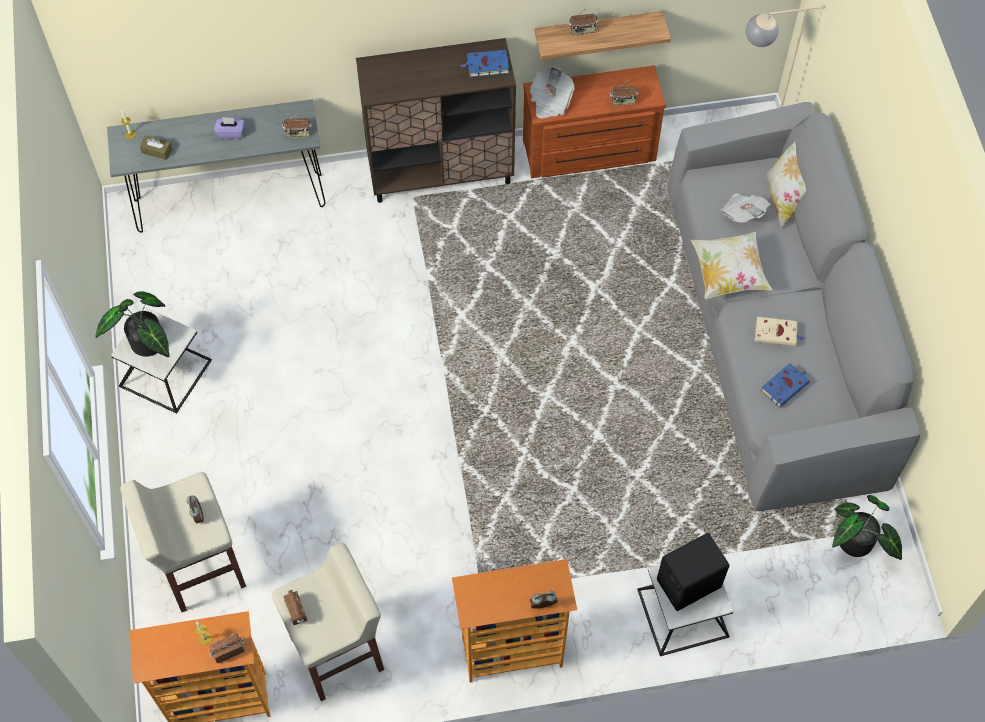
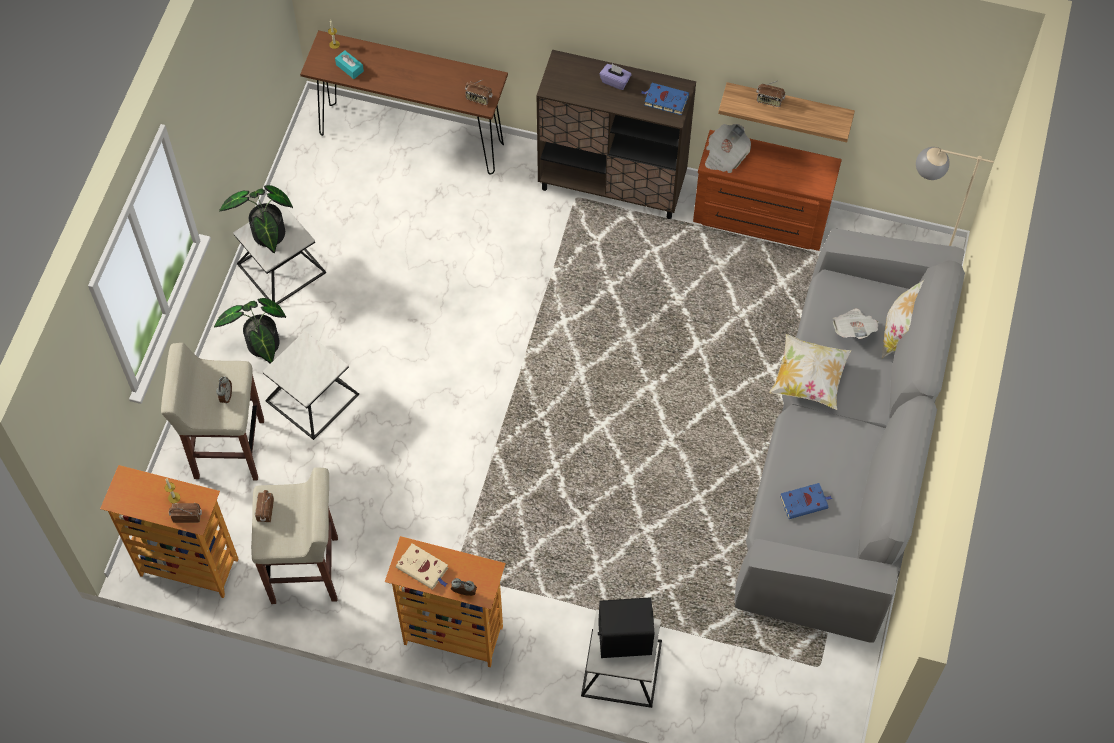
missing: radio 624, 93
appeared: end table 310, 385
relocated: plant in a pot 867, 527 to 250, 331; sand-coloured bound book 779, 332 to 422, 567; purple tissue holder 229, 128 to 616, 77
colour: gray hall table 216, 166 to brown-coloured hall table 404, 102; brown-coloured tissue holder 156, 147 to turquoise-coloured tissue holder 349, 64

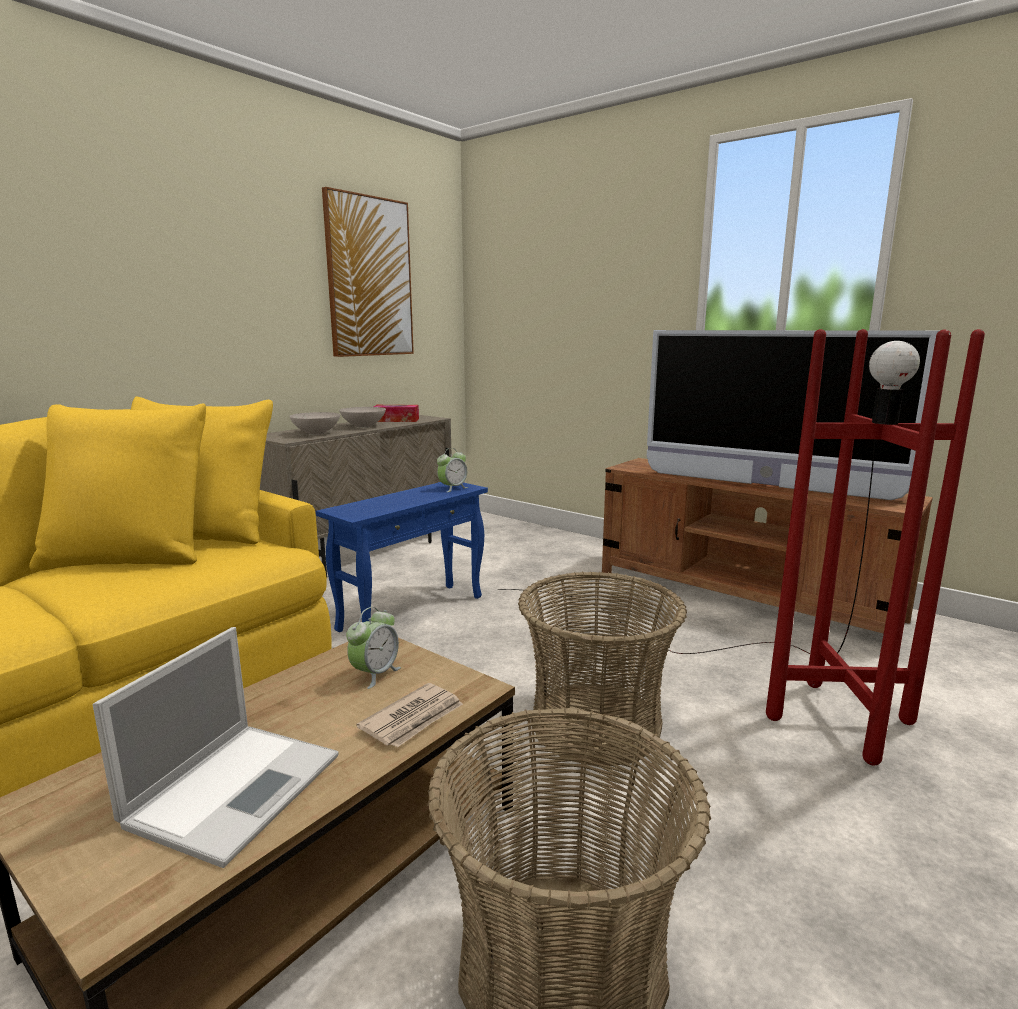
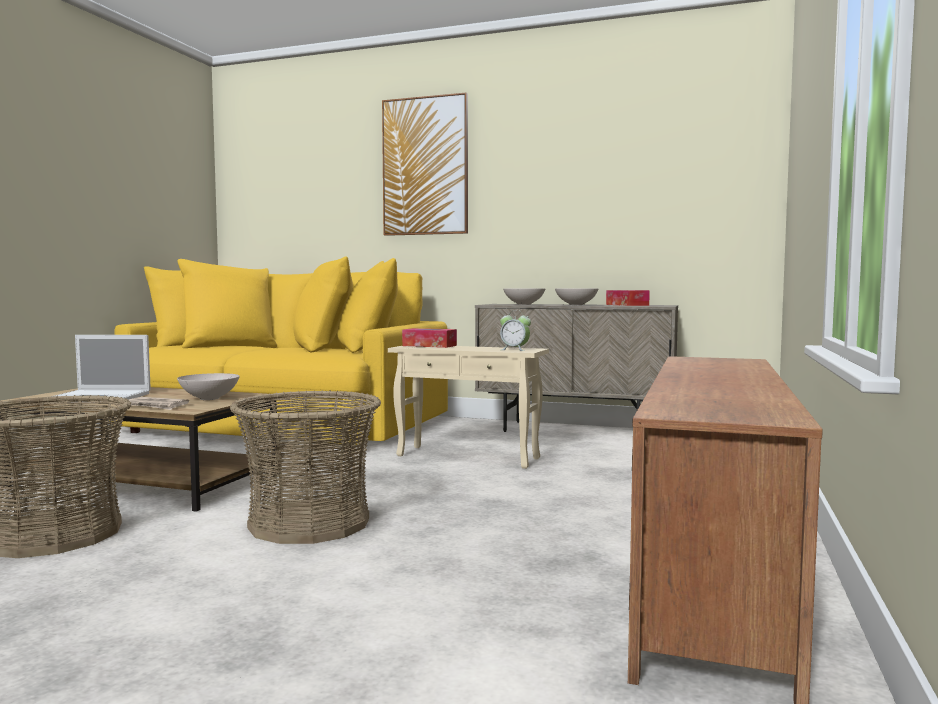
missing: reddish standing lamp 741, 547; television 793, 415
appeared: tissue holder 429, 338
relocated: picture 368, 272 to 425, 164
exchanged: alarm clock 373, 648 to white-coloured deep dish 208, 386
colour: bluish end table 402, 557 to sand-coloured end table 468, 407

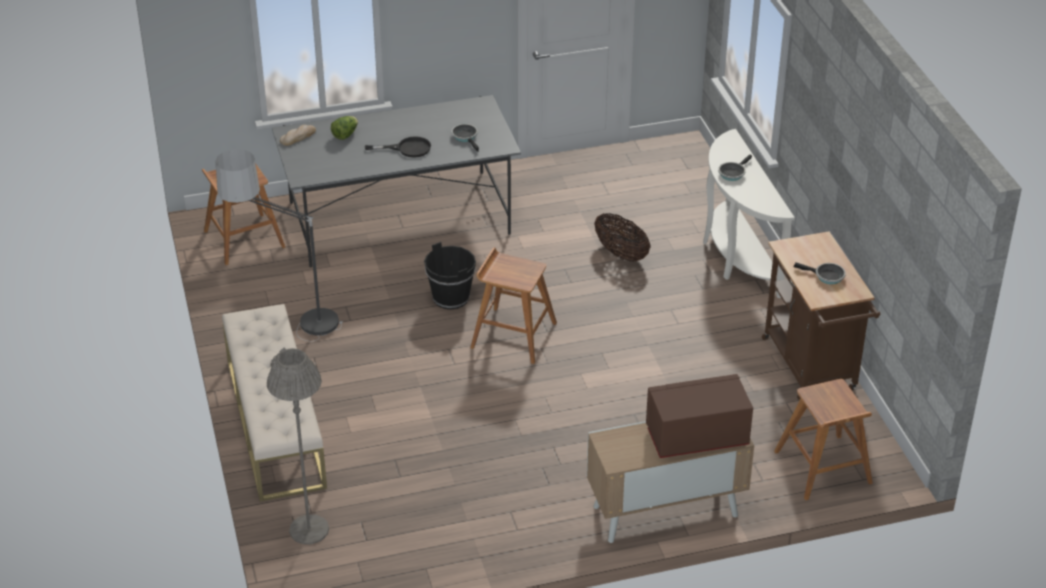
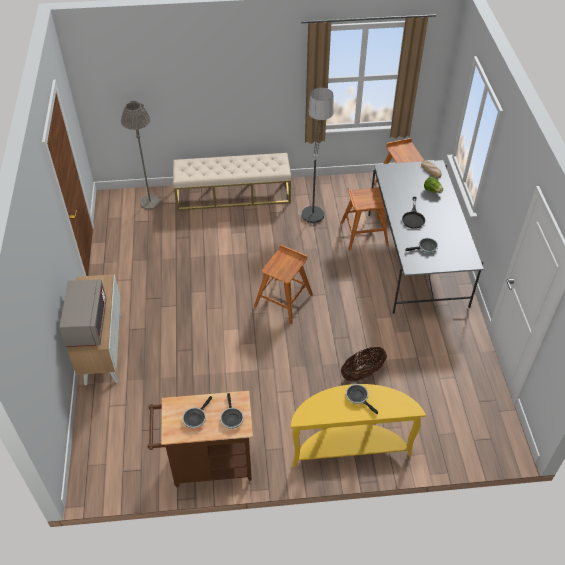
missing: black-coloured pail 450, 275
appeared: pan 232, 411
relocated: brown-coloured stool 823, 439 to 365, 219
colour: brown-coloured microwave oven 699, 416 to gray microwave oven 83, 313; white-coloured hall table 749, 213 to yellowish hall table 358, 425

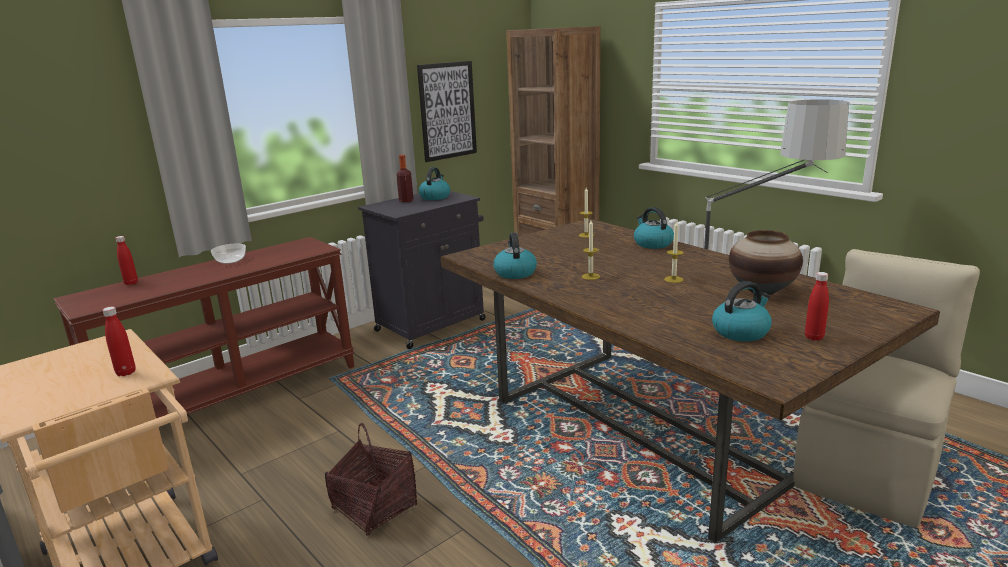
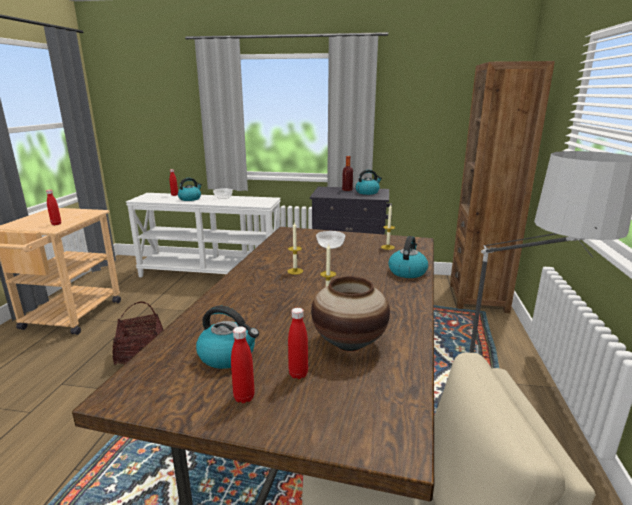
missing: picture 447, 111
appeared: reddish drink bottle 298, 343; deep dish 330, 240
relocated: water kettle 515, 256 to 190, 189
colour: brown-coloured hall table 203, 327 to white-coloured hall table 203, 235

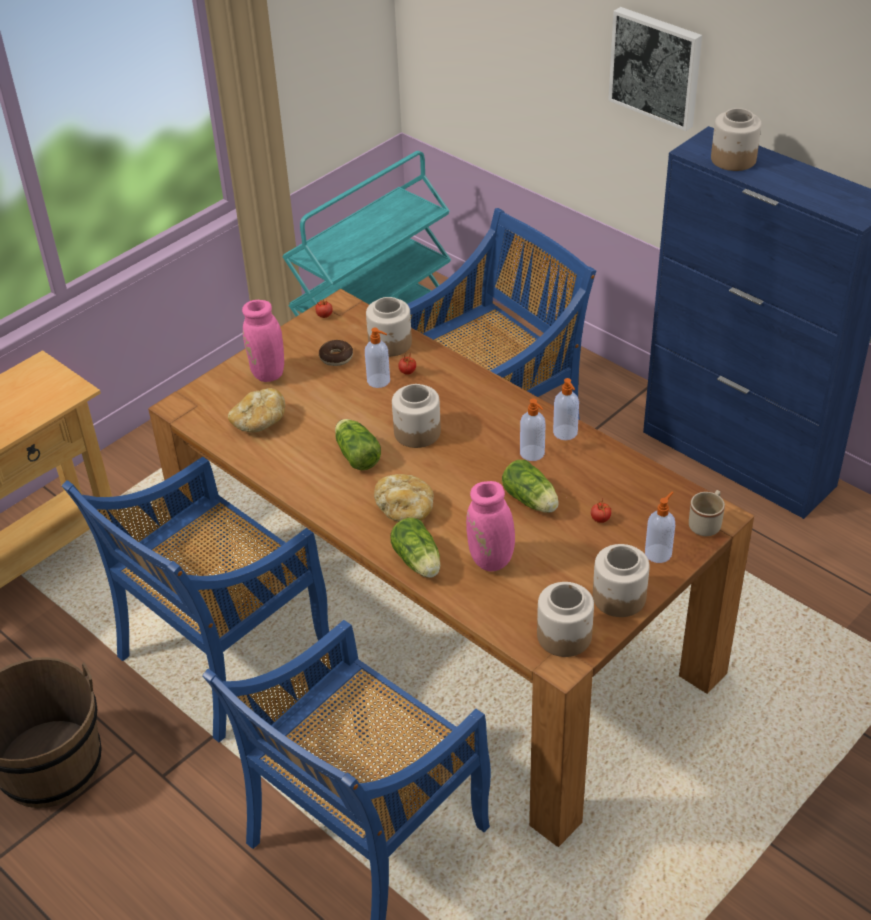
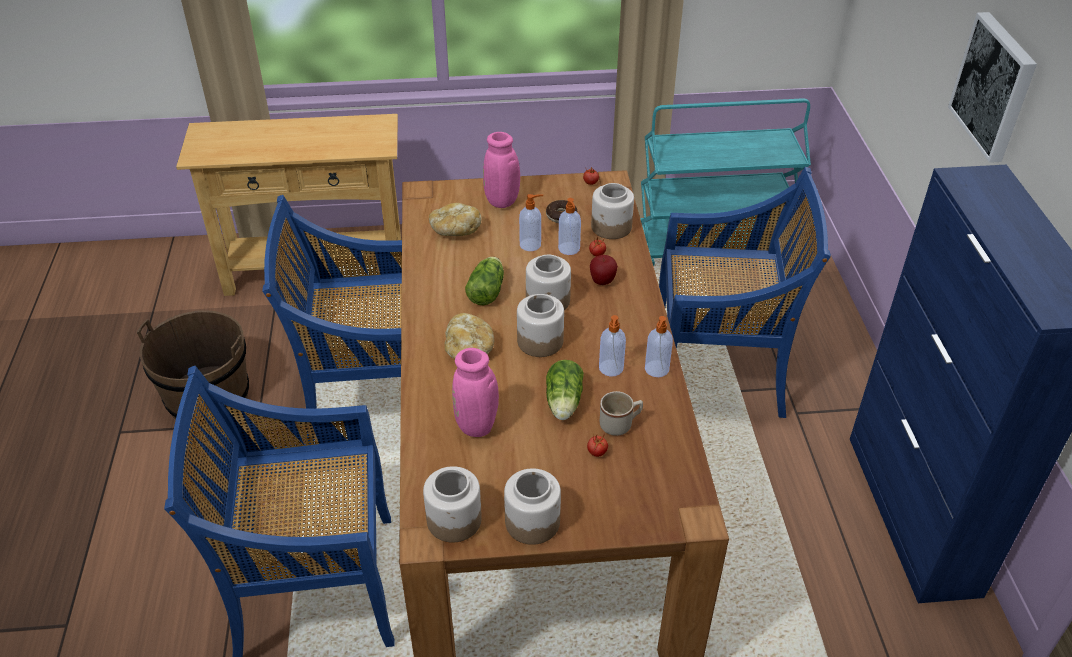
missing: lettuce head 415, 548
appeared: whole apple 604, 270
relocated: preserve jar 736, 139 to 540, 325; liquid soap bottle 660, 527 to 531, 222; sand-coloured tea mug 707, 513 to 621, 413

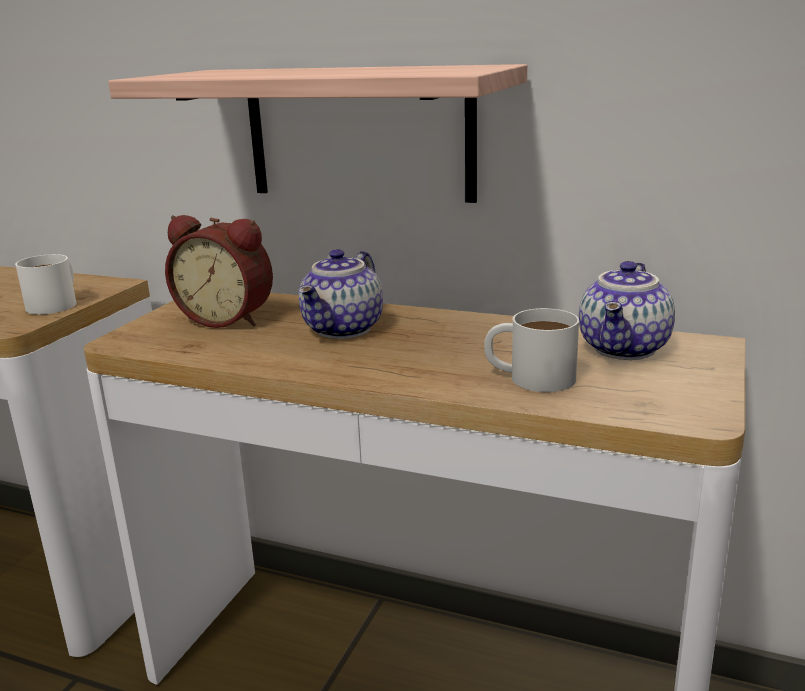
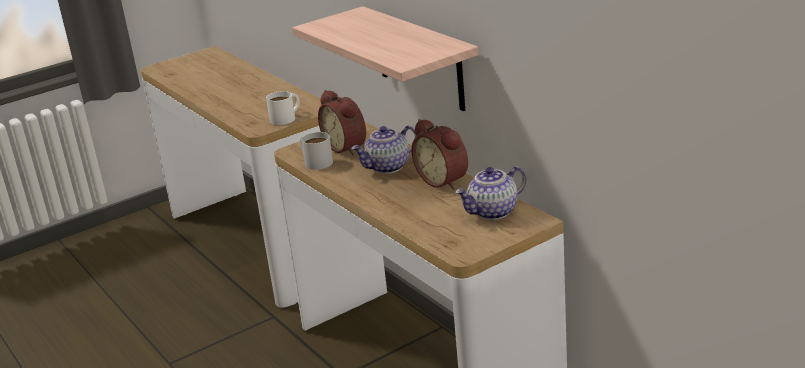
appeared: alarm clock 439, 154
relocated: white-coloured tea mug 531, 350 to 316, 151

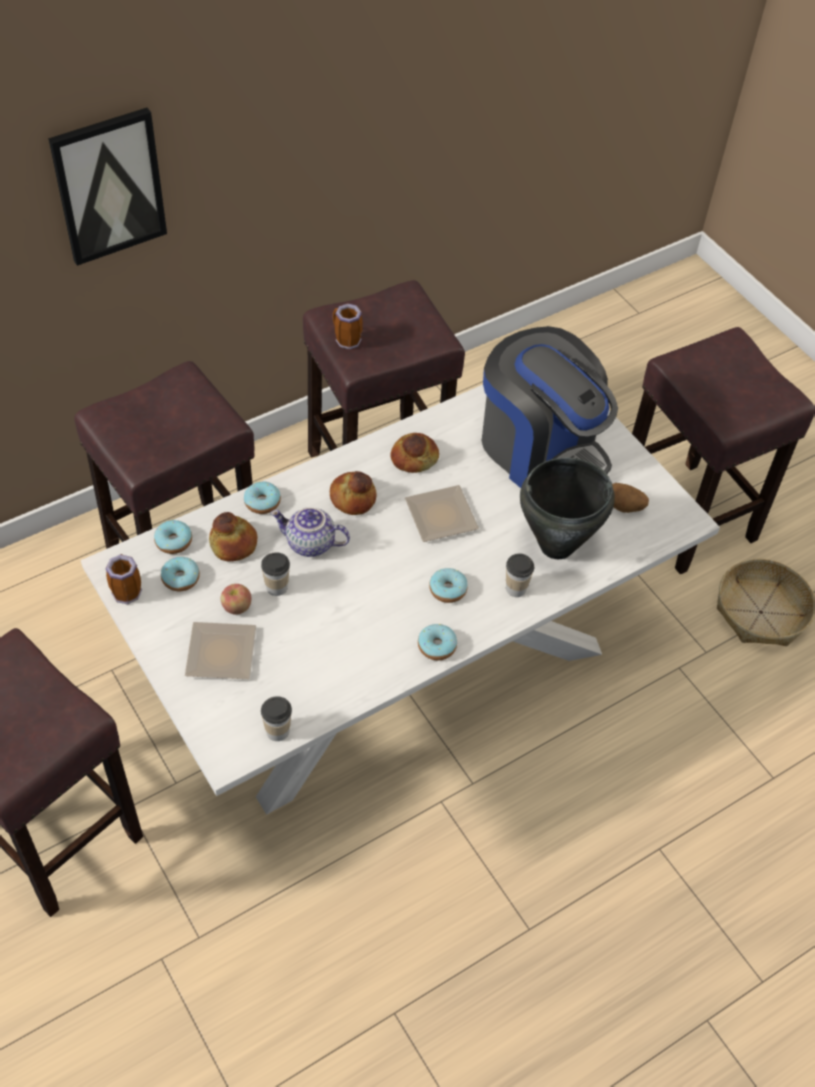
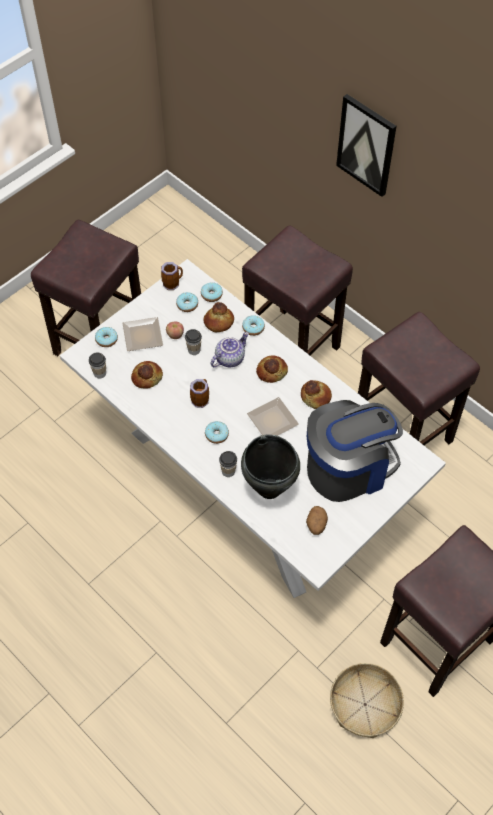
appeared: bakery bread 147, 375
relocated: ring doughnut 437, 642 to 106, 337; tea mug 347, 326 to 199, 393
spun: tea pot 310, 532 = 230, 349 45 degrees clockwise; coffee brewer 550, 407 = 355, 451 150 degrees counterclockwise

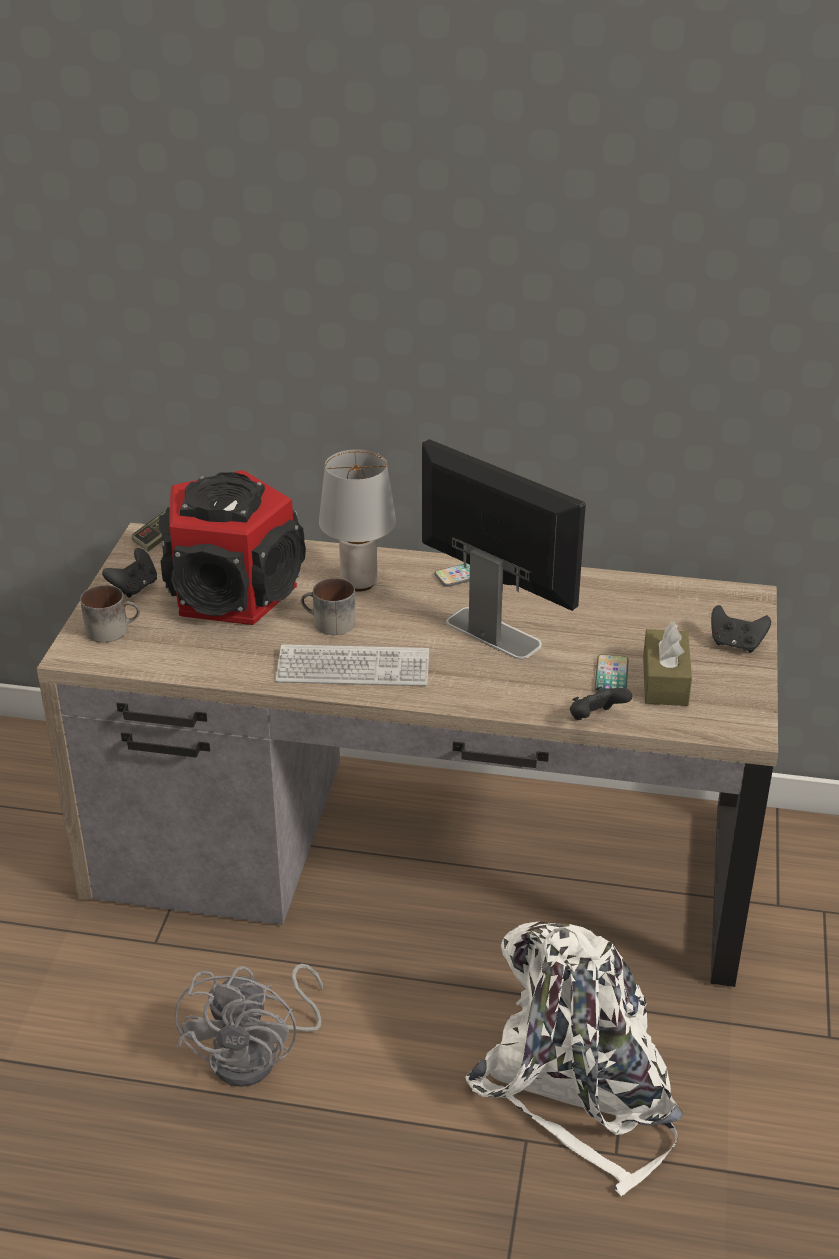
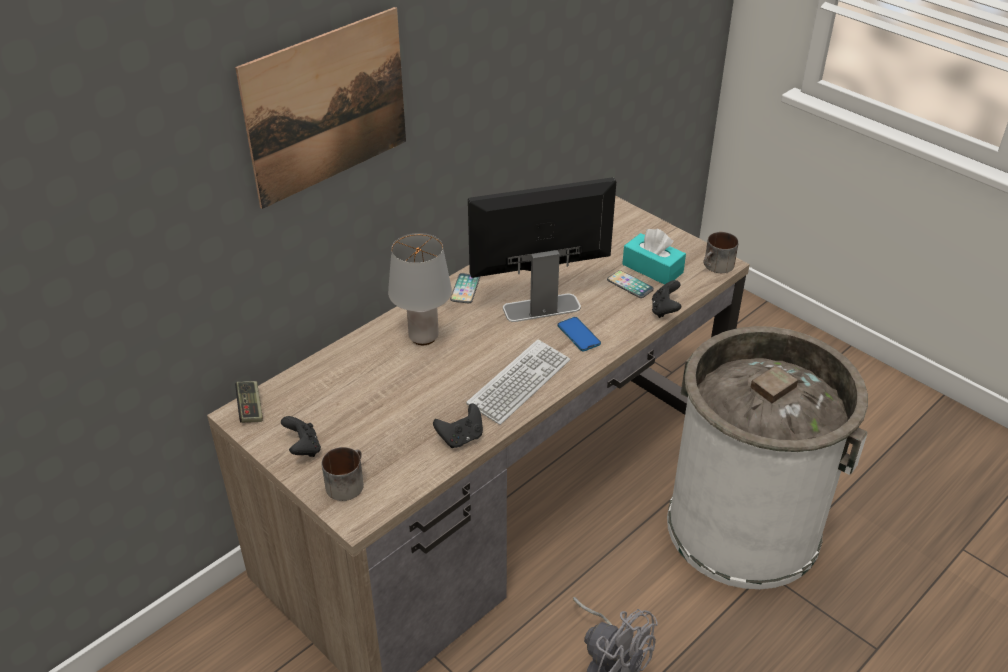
missing: speaker 232, 547
appeared: picture 320, 108; telephone 579, 334
relocated: black-coloured game controller 741, 628 to 458, 425; tea mug 328, 606 to 721, 252
exchanged: white-coloured backpack 574, 1058 to white-coloured waste bin 767, 457
colour: brown-coloured tissue holder 667, 664 to turquoise-coloured tissue holder 654, 257

